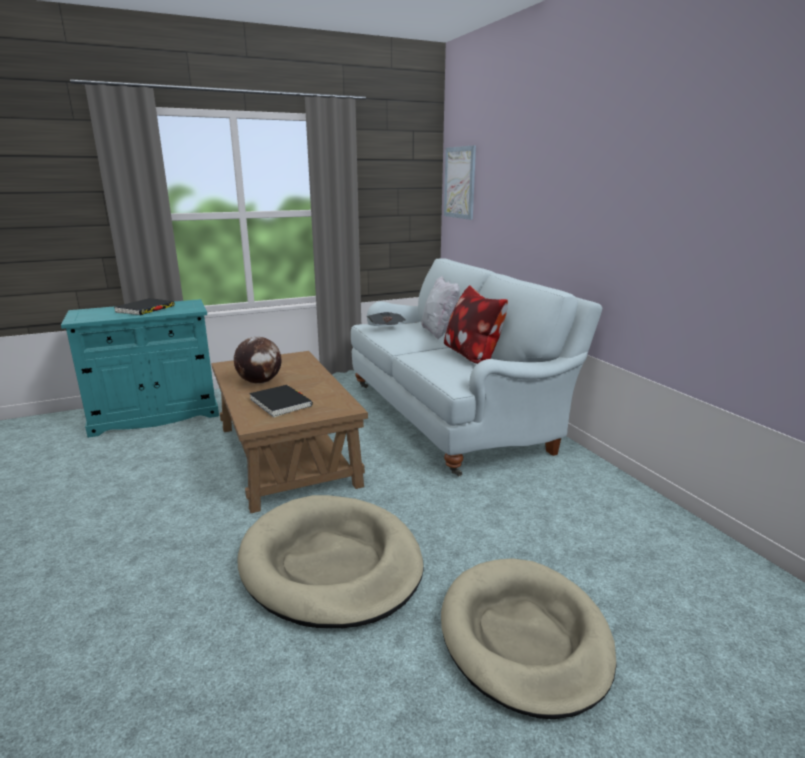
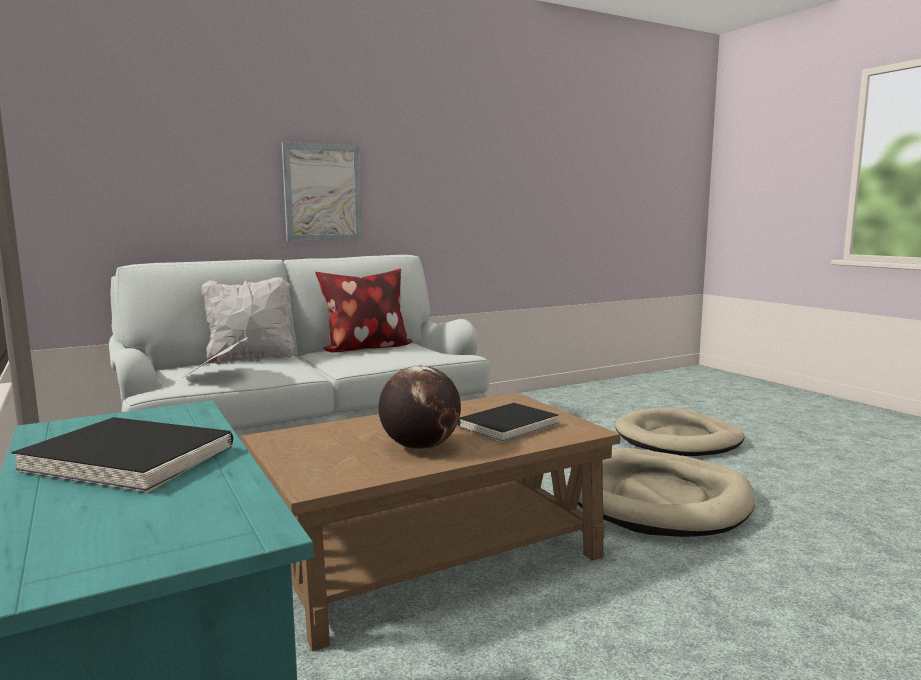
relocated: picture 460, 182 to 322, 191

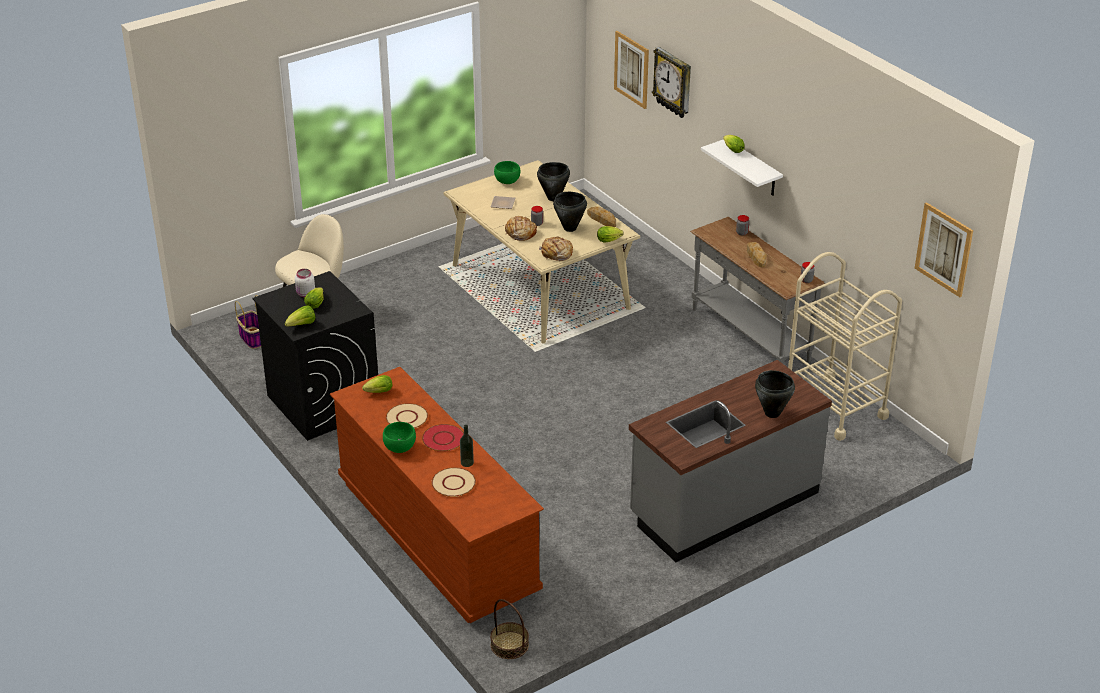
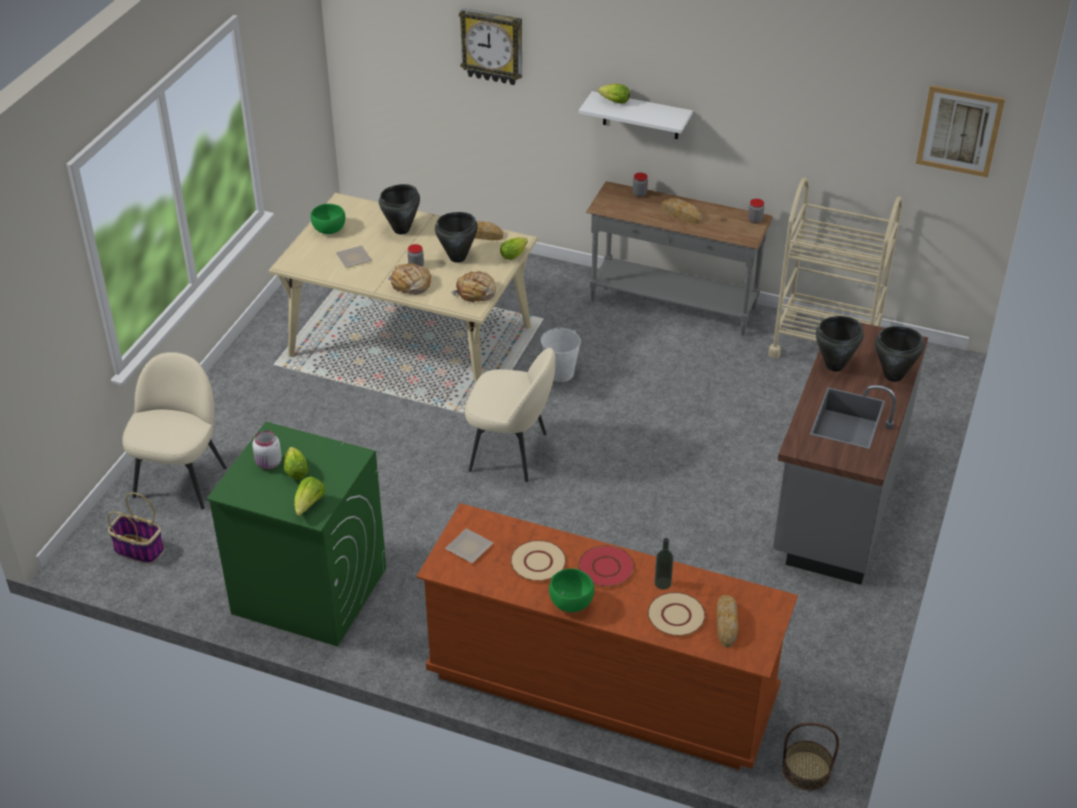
missing: picture 631, 70
appeared: sand-coloured plain chair 510, 415; white-coloured pail 561, 355; bakery bread 727, 621; black-coloured cooking pot 840, 343
exchanged: lettuce head 377, 384 to plate 469, 545
colour: black-coloured laundry machine 315, 356 to green-coloured laundry machine 296, 534

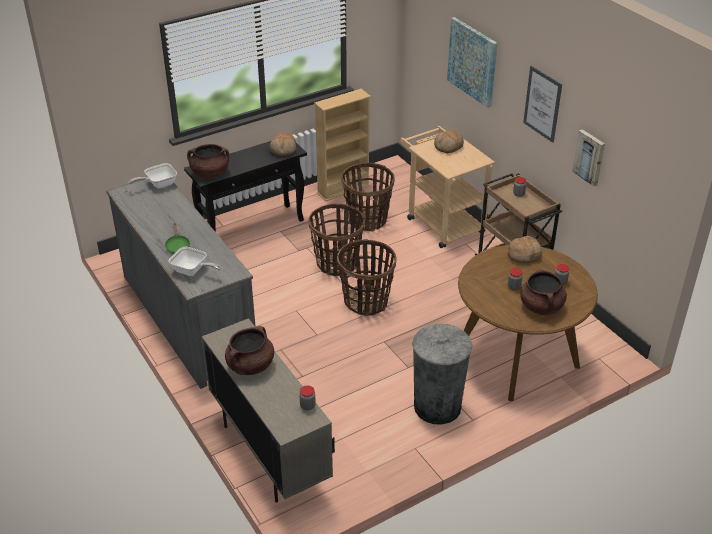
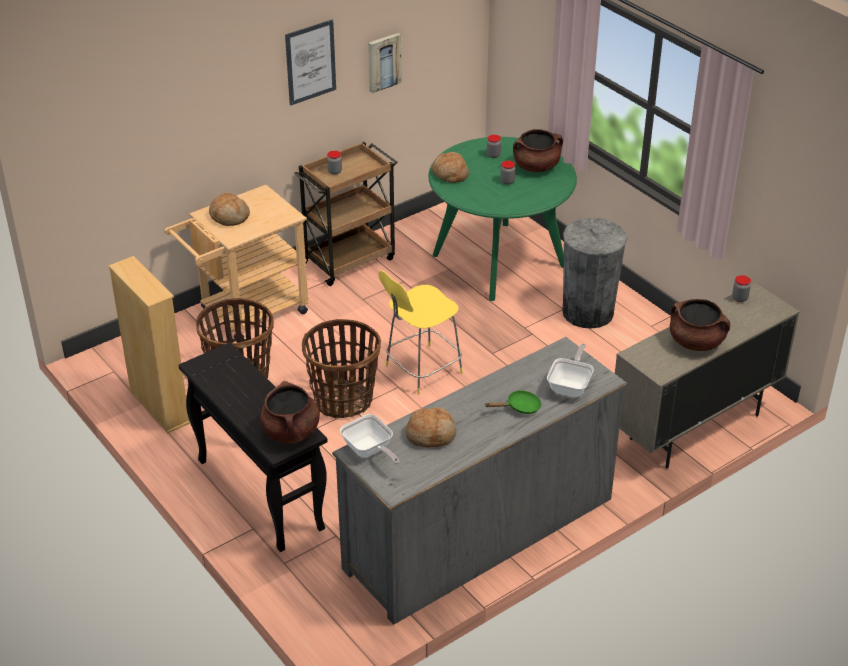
missing: picture 472, 62
relocated: bakery bread 283, 144 to 431, 427
exchanged: basket 367, 277 to yellowish stool 420, 333
colour: brown-coloured dining table 528, 323 to green-coloured dining table 502, 219

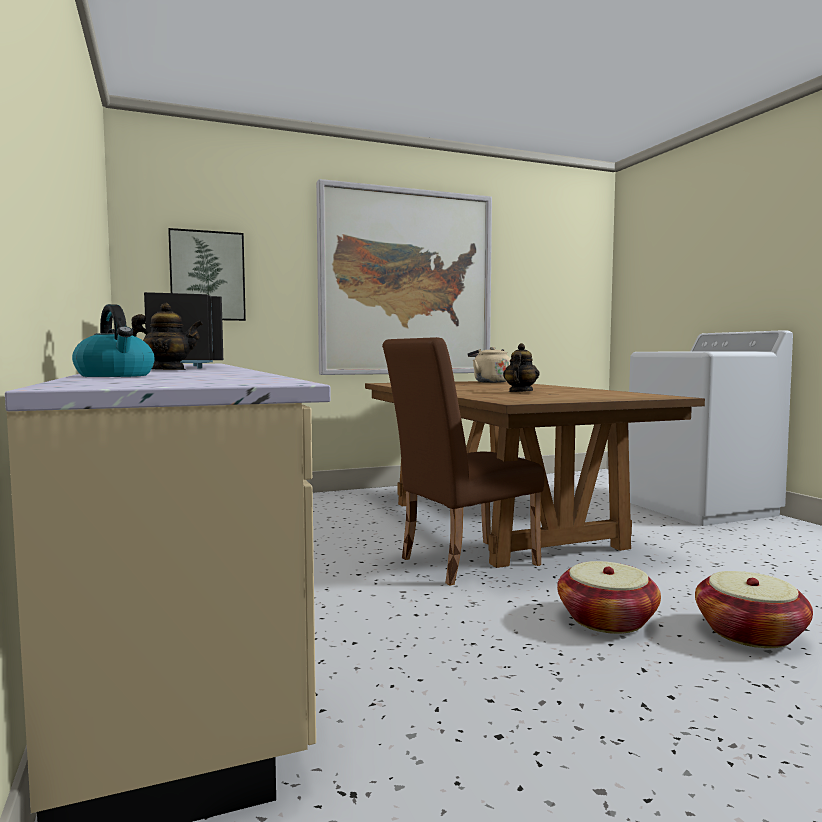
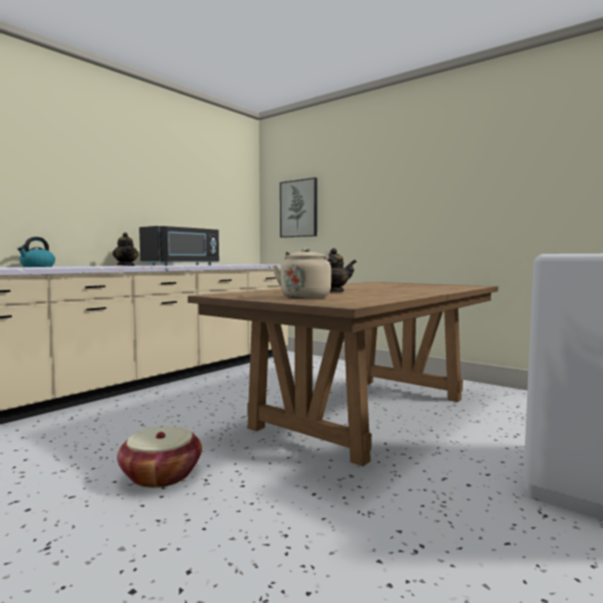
missing: picture 404, 277; brown-coloured plain chair 463, 461; basket 754, 609
relocated: sand-coloured water kettle 489, 365 to 305, 273

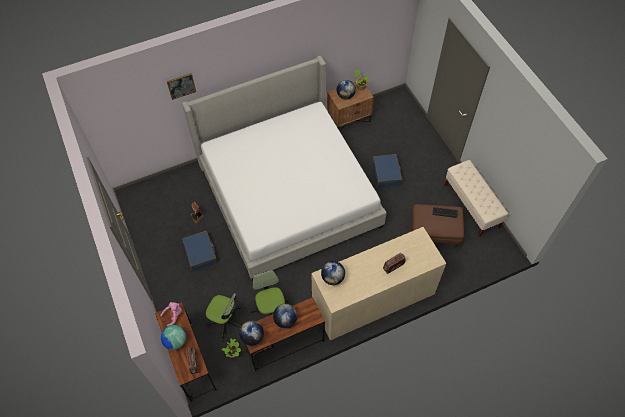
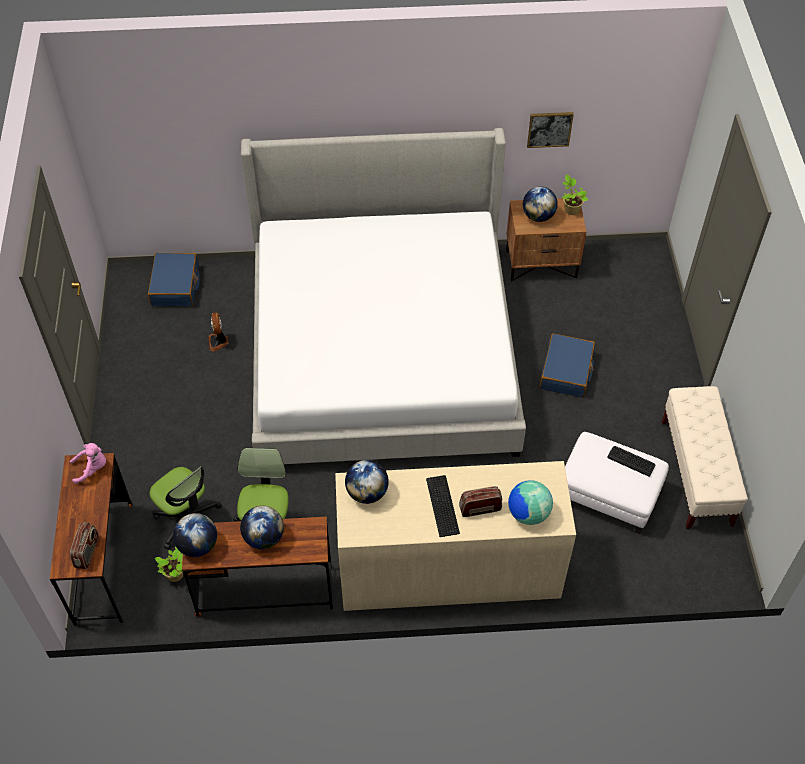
appeared: keyboard 443, 506
relocated: bluish piece of luggage 199, 251 to 174, 279; desk globe 173, 337 to 530, 502; picture 181, 86 to 550, 130
colour: brown-coloured ottoman 438, 226 to white-coloured ottoman 617, 483

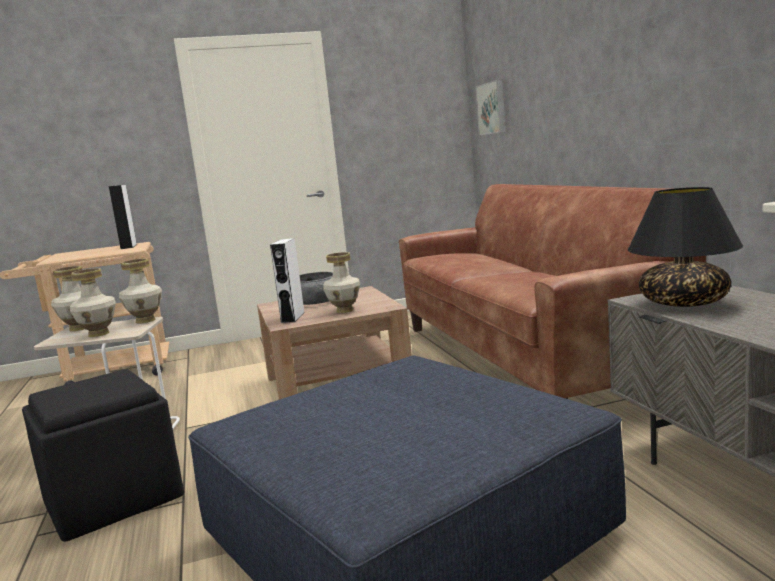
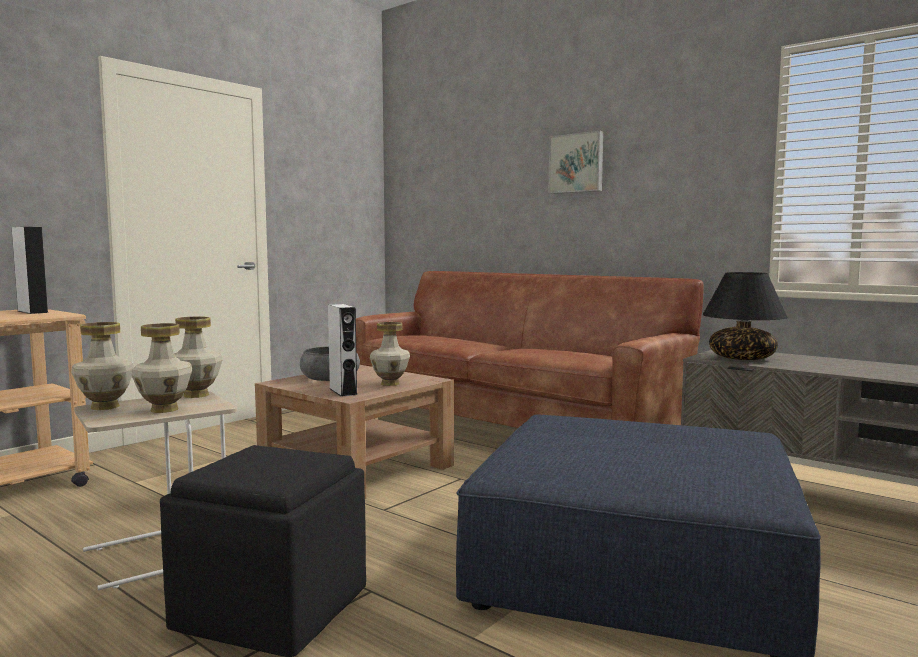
relocated: picture 491, 107 to 575, 162

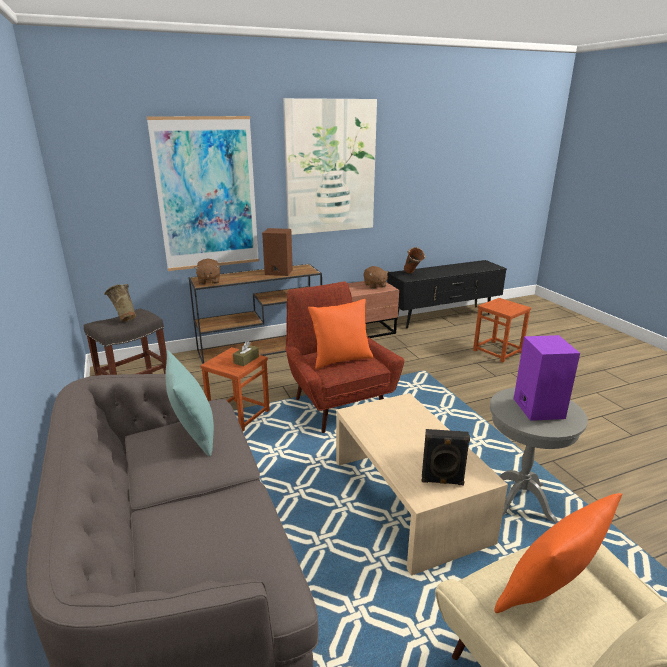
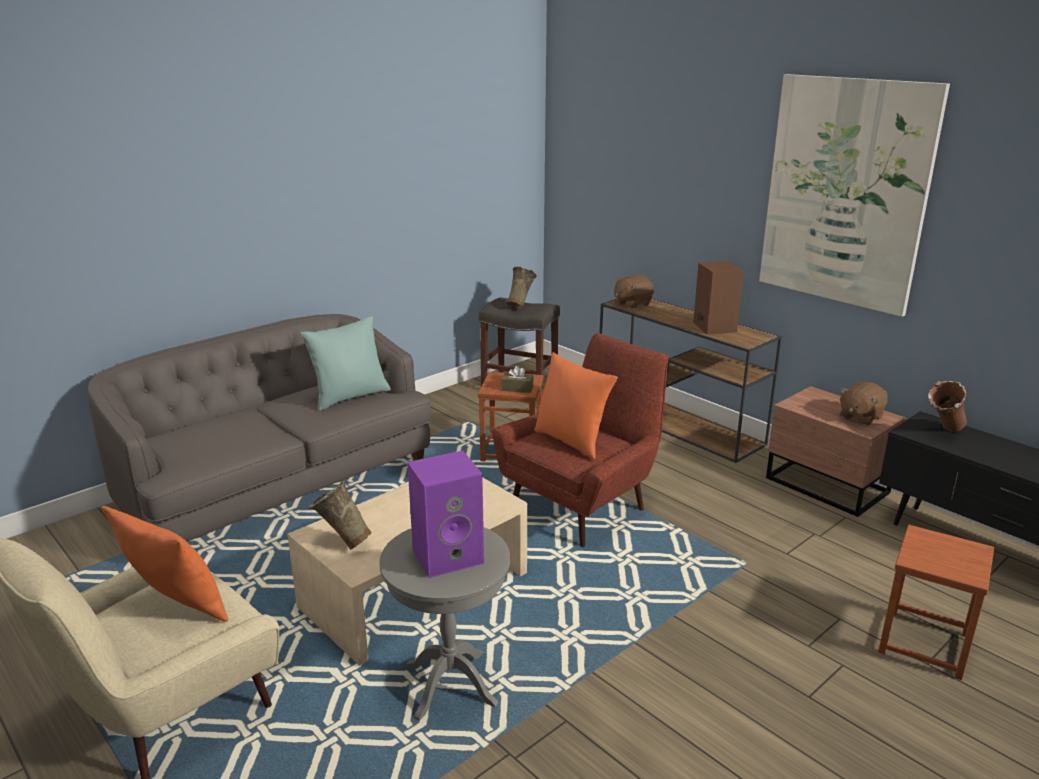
missing: picture 203, 193
exchanged: black-coloured speaker 446, 457 to sand-coloured decorative vase 340, 515

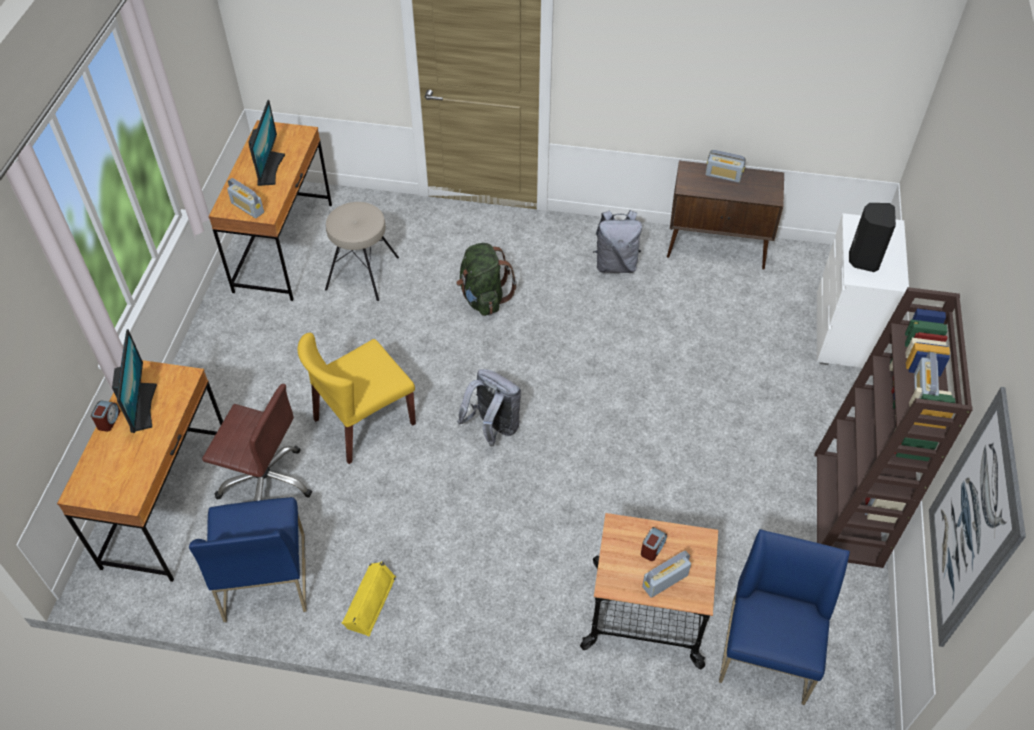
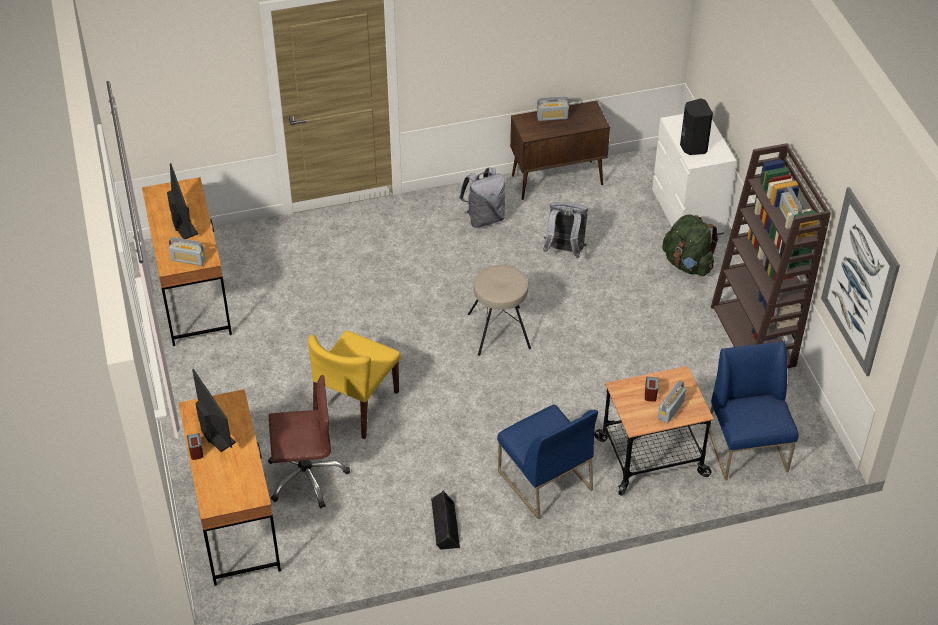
relocated: sand-coloured stool 362, 251 to 499, 310; bluish plain chair 248, 559 to 547, 462; gray backpack 489, 407 to 565, 230; green-coloured backpack 486, 279 to 690, 245
colour: yellowish speaker 369, 598 to black-coloured speaker 445, 520

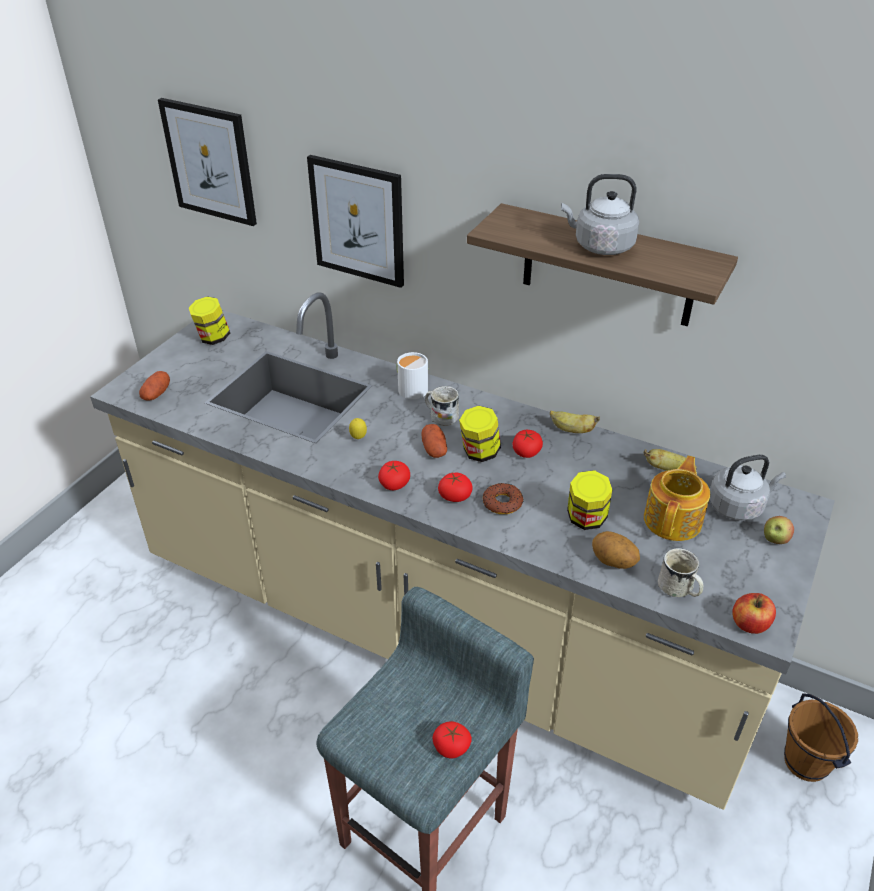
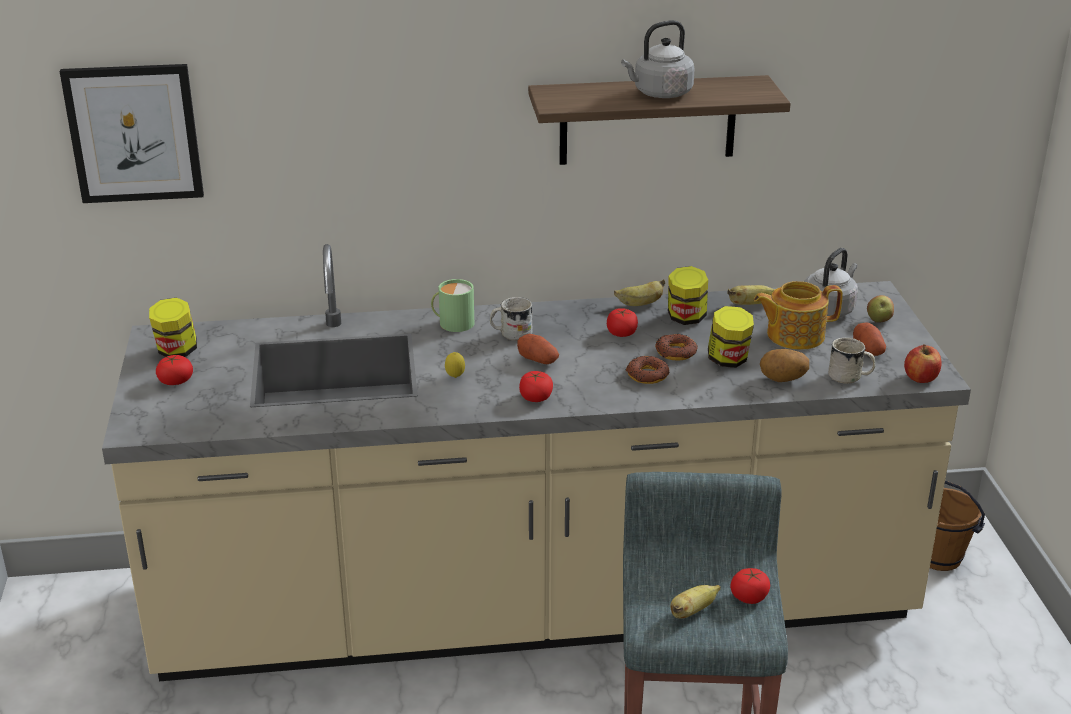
missing: picture 355, 221
appeared: ring doughnut 676, 347; banana 695, 601
relocated: whole tomato 455, 487 to 174, 370; preserve jar 480, 434 to 688, 295; spud 154, 386 to 869, 339
colour: white-coloured tea mug 412, 375 to green-coloured tea mug 452, 305
spun: tea pot 677, 498 = 798, 315 90 degrees counterclockwise

